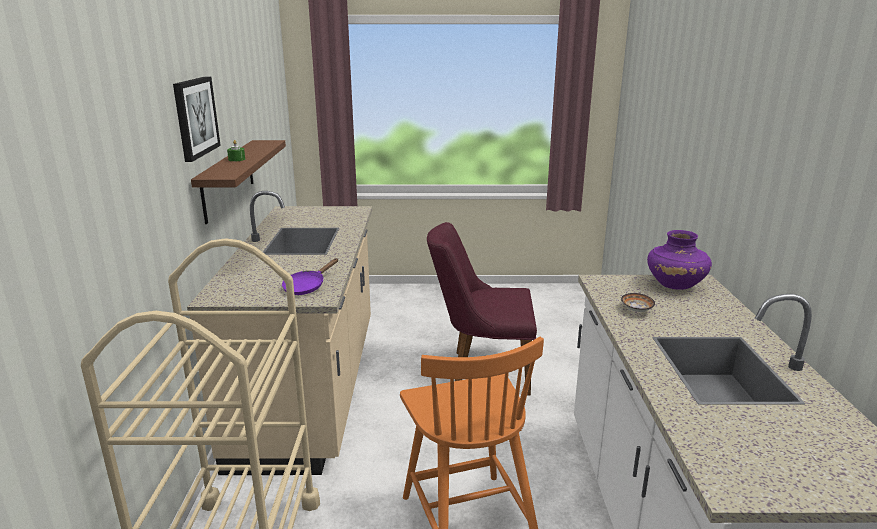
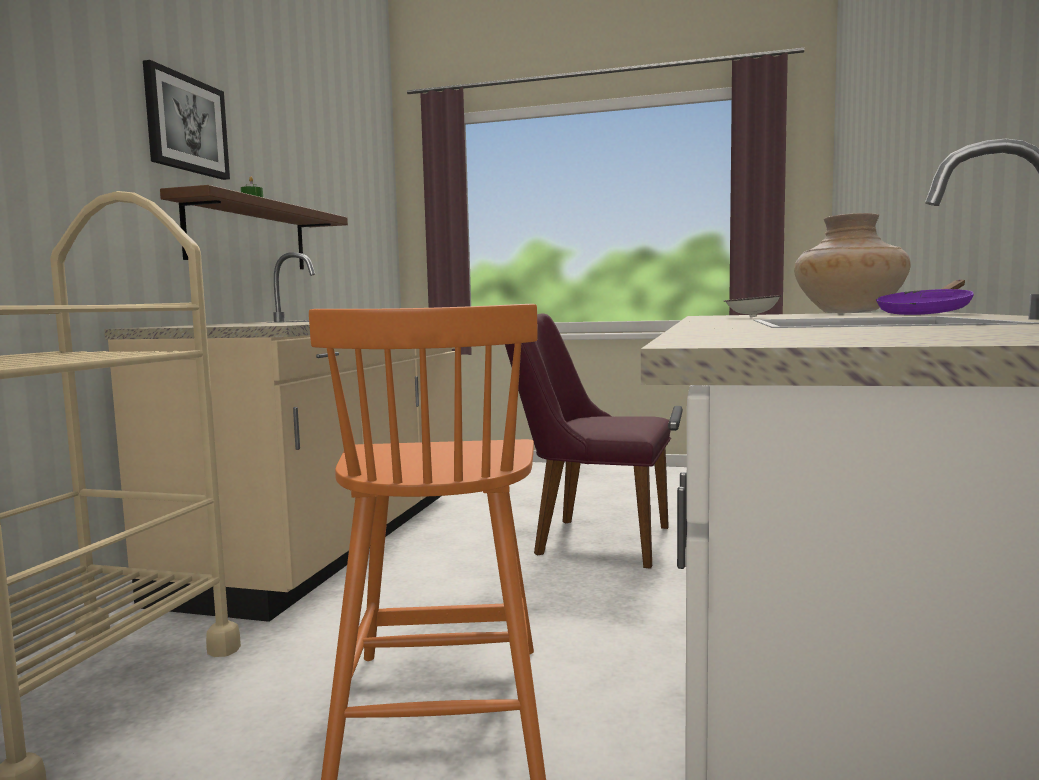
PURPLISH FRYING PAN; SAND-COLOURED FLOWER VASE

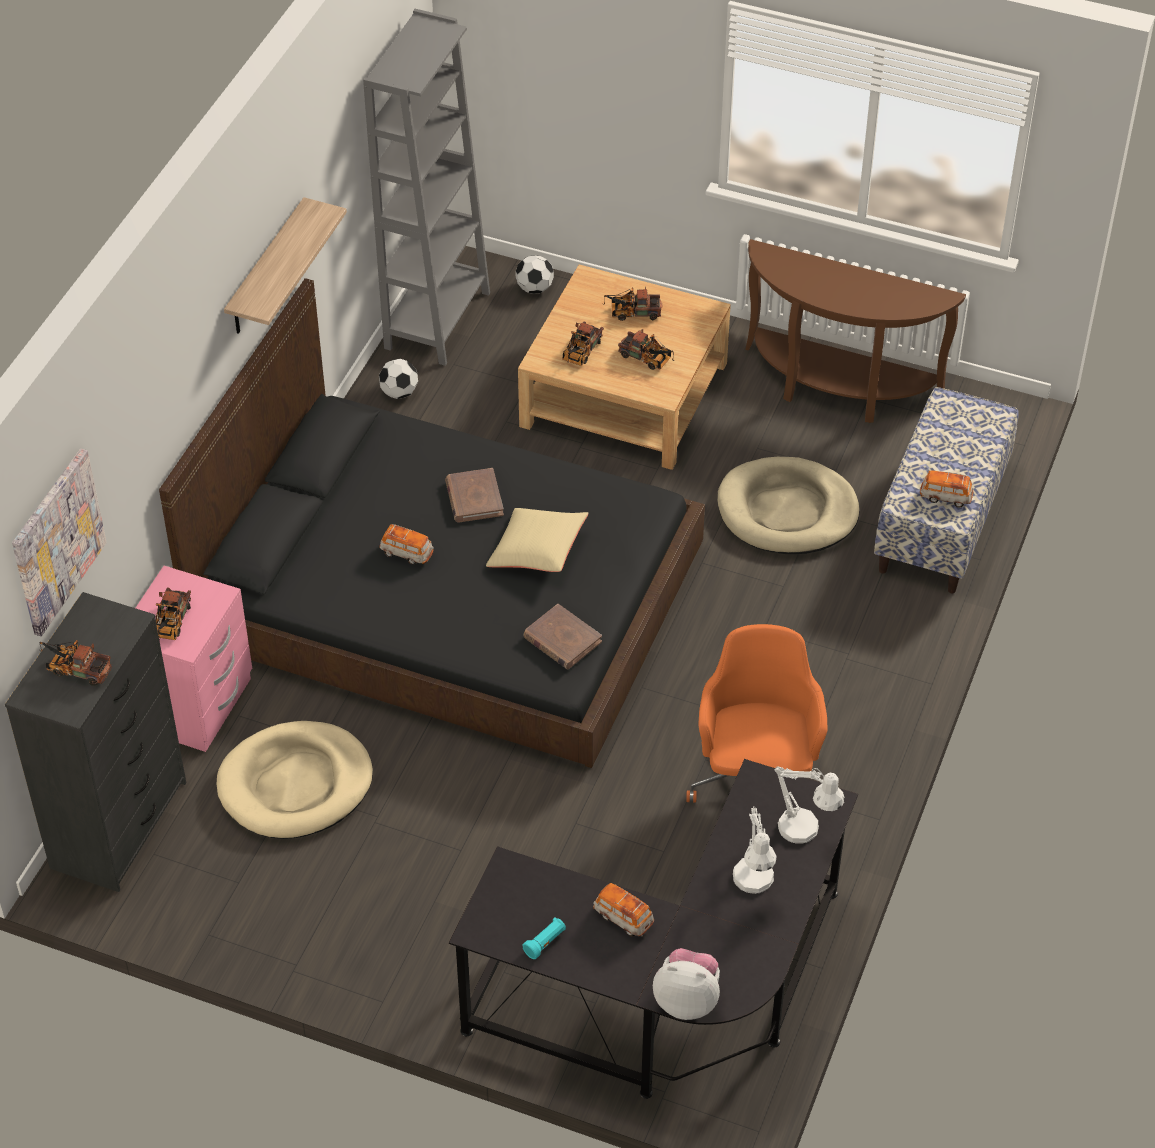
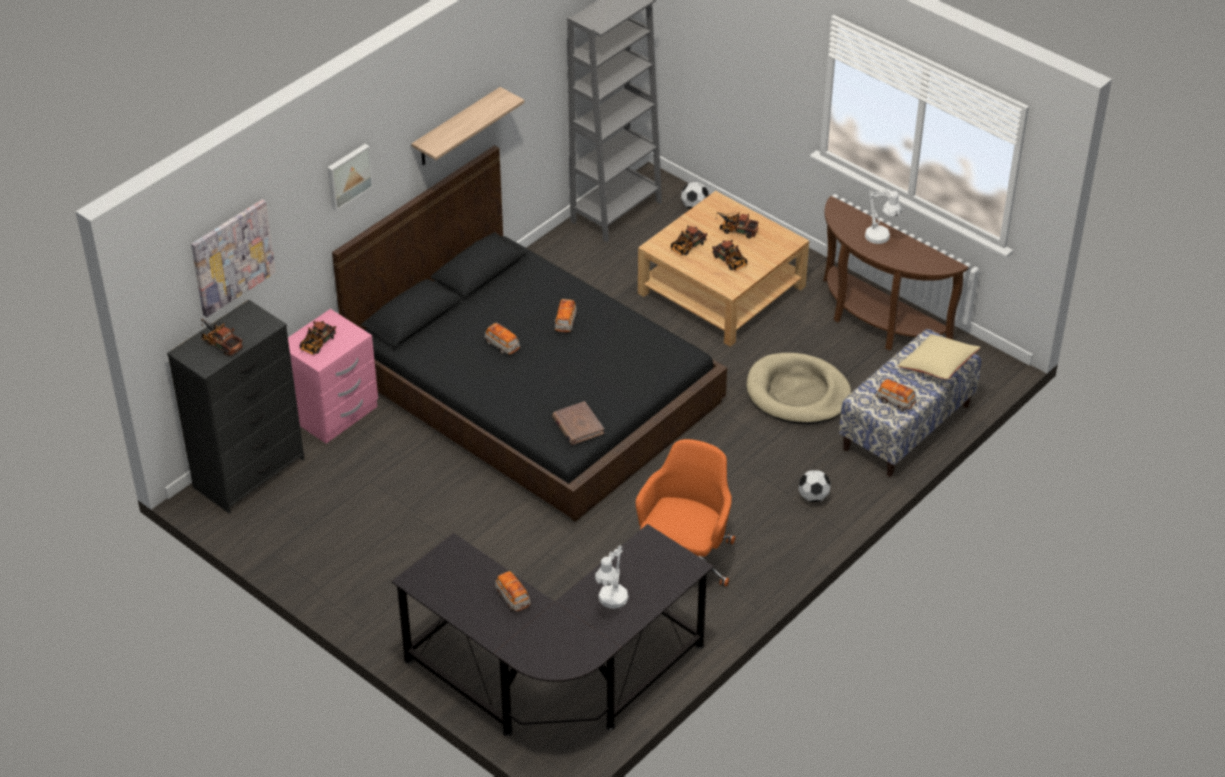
SAND-COLOURED DOG CUSHION (1st from left in the first image); FOOTBALL (2nd from left); MINIATURE CAR (3rd from left); SAND-COLOURED THROW PILLOW; TURQUOISE HAND TORCH; CUDDLY TOY; WHITE LAMP FOR A TABLE (2nd from left); WALL PICTURE (2nd from left)

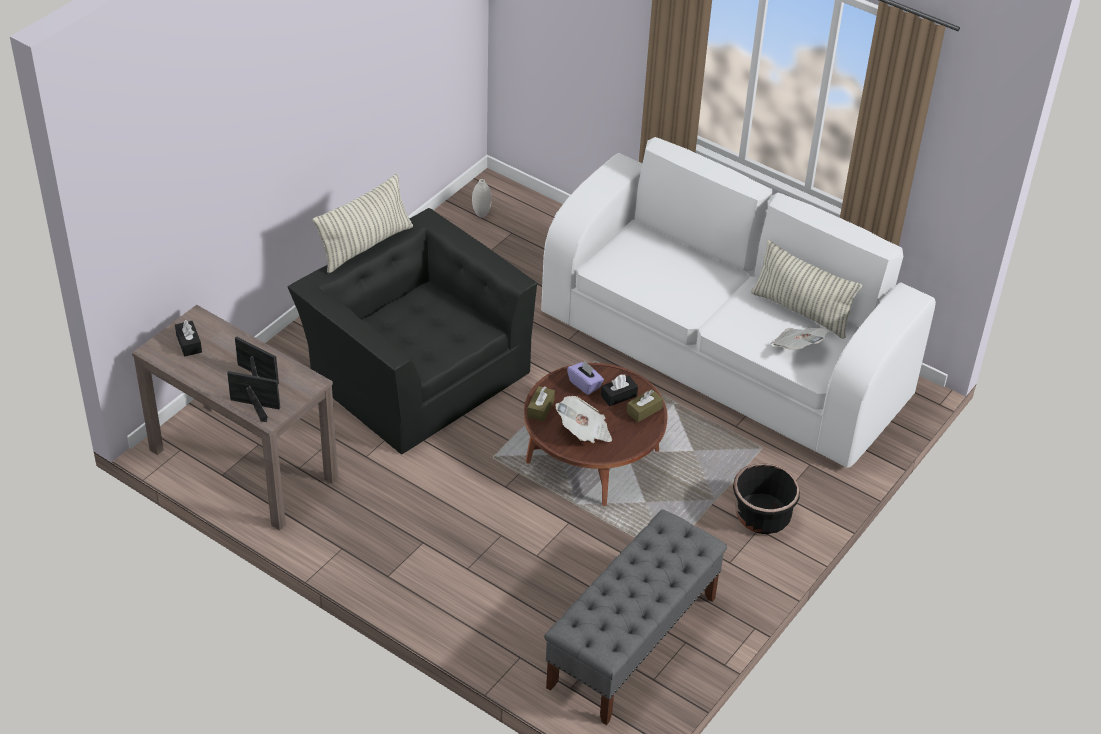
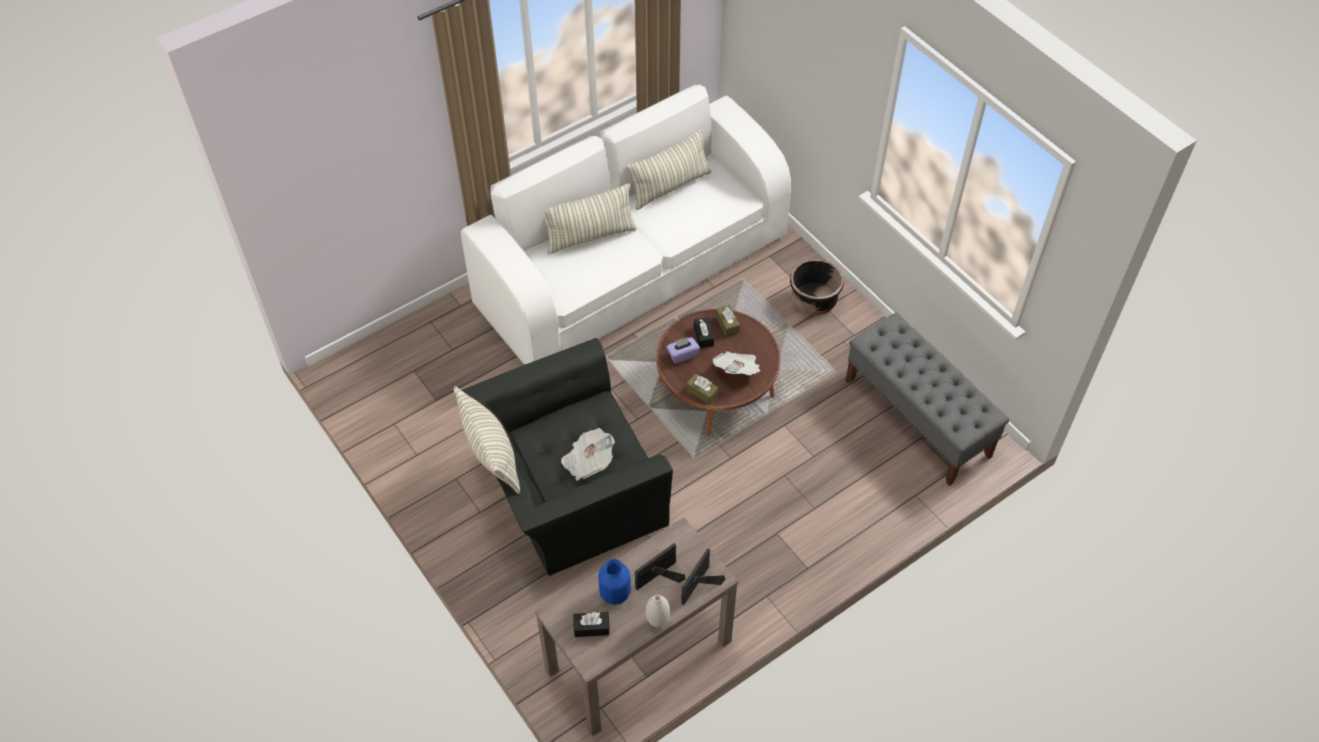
WHITE FLOWER VASE; DAILY PAPER (1st from left); THROW PILLOW (2nd from left); BLUE-COLOURED FLOWER VASE

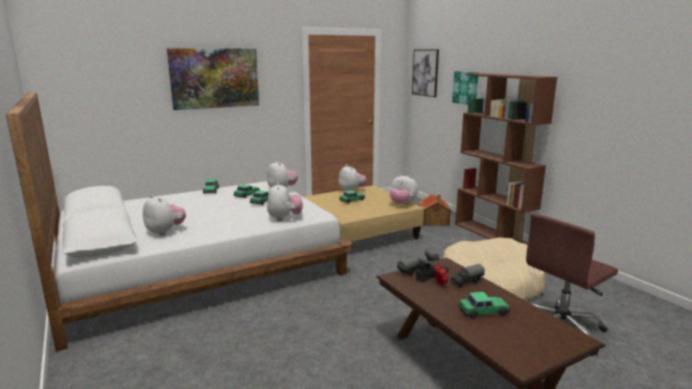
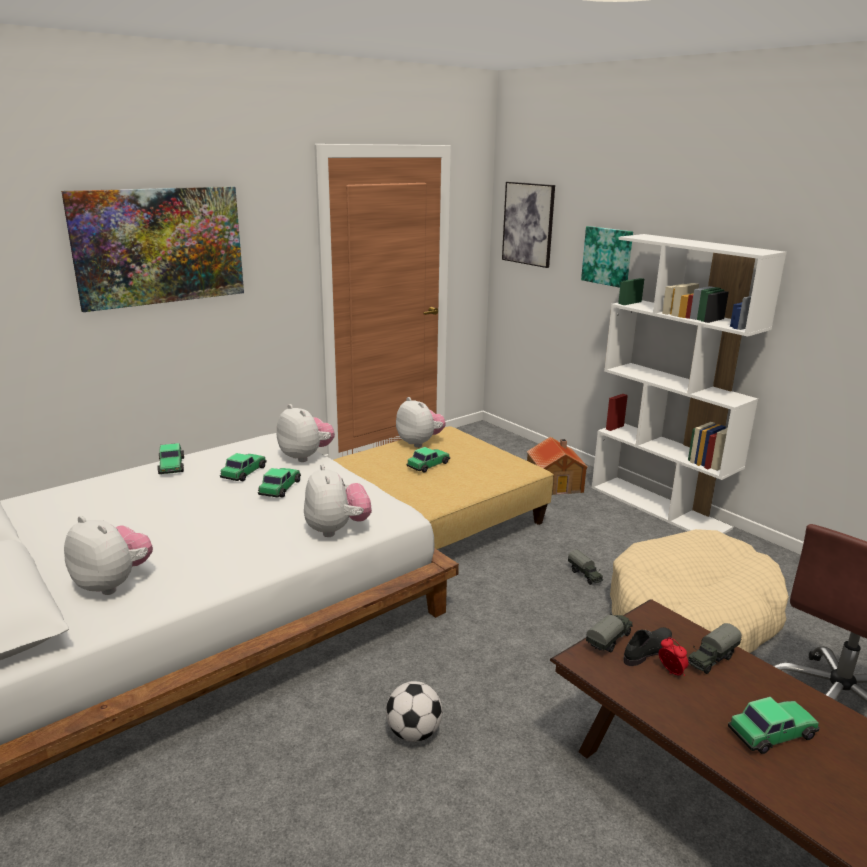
CUDDLY TOY (5th from left in the first image); WHITE SHELVING UNIT; FOOTBALL

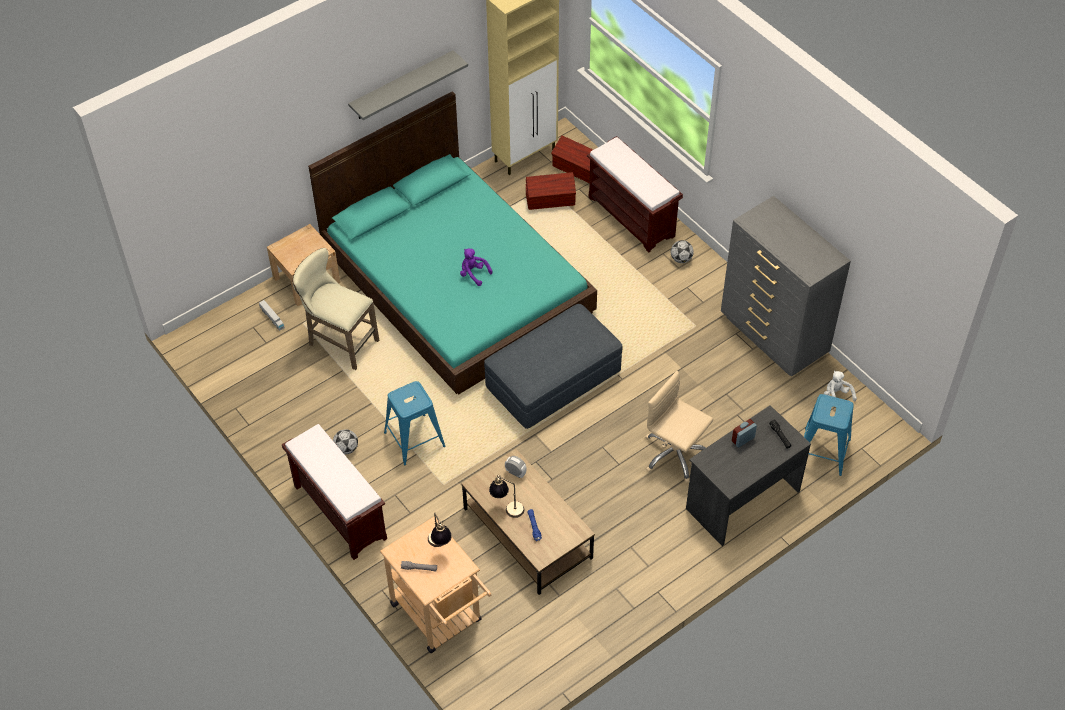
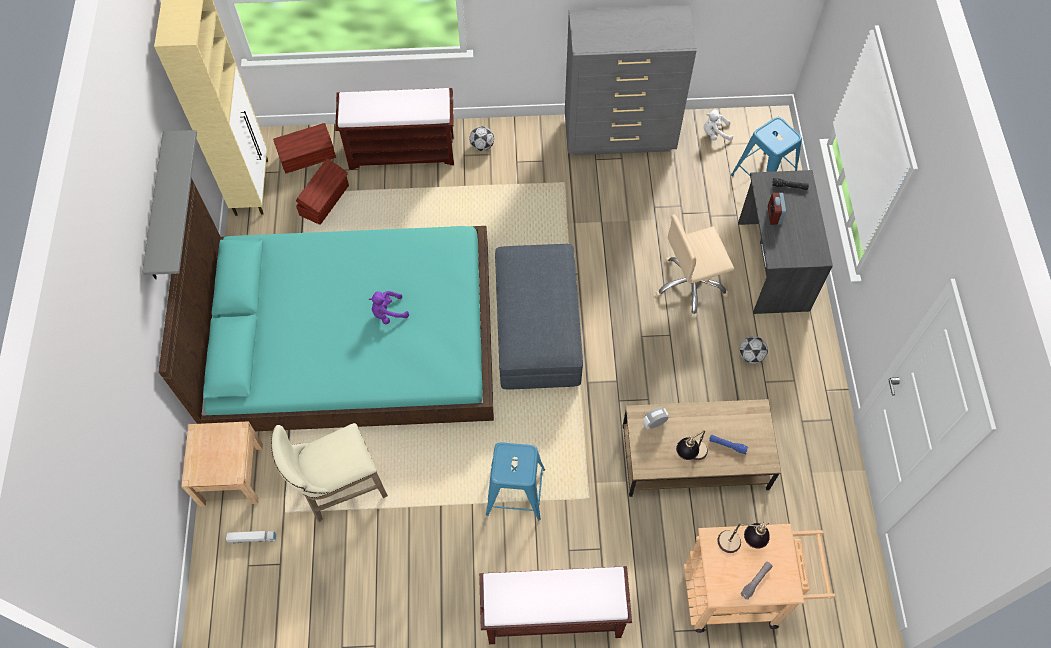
FOOTBALL (2nd from left)

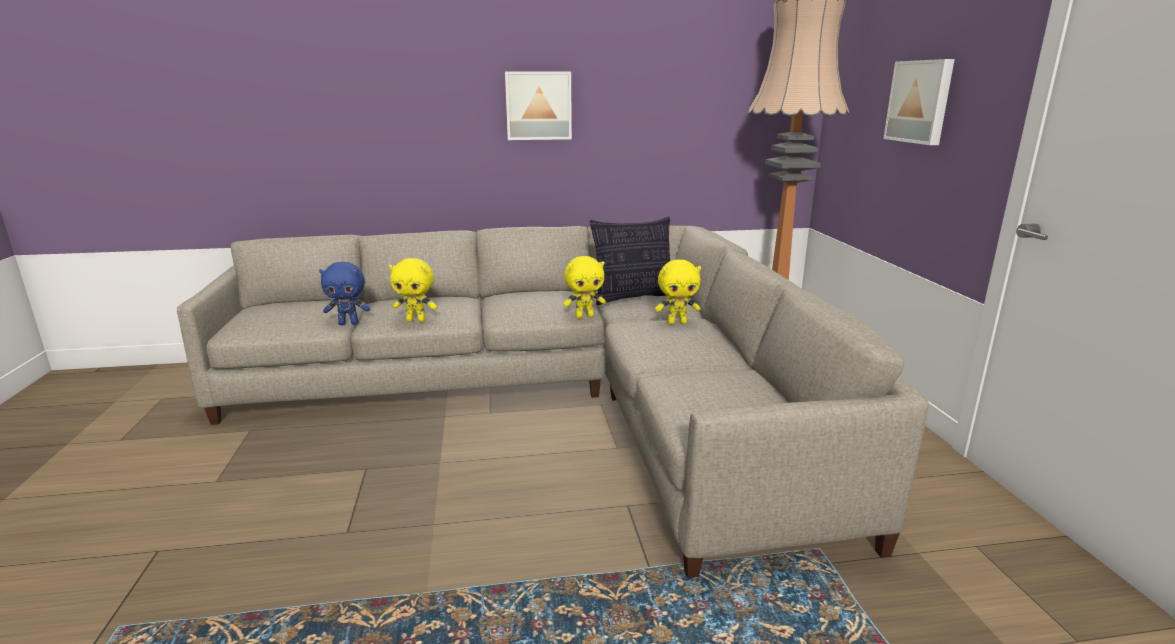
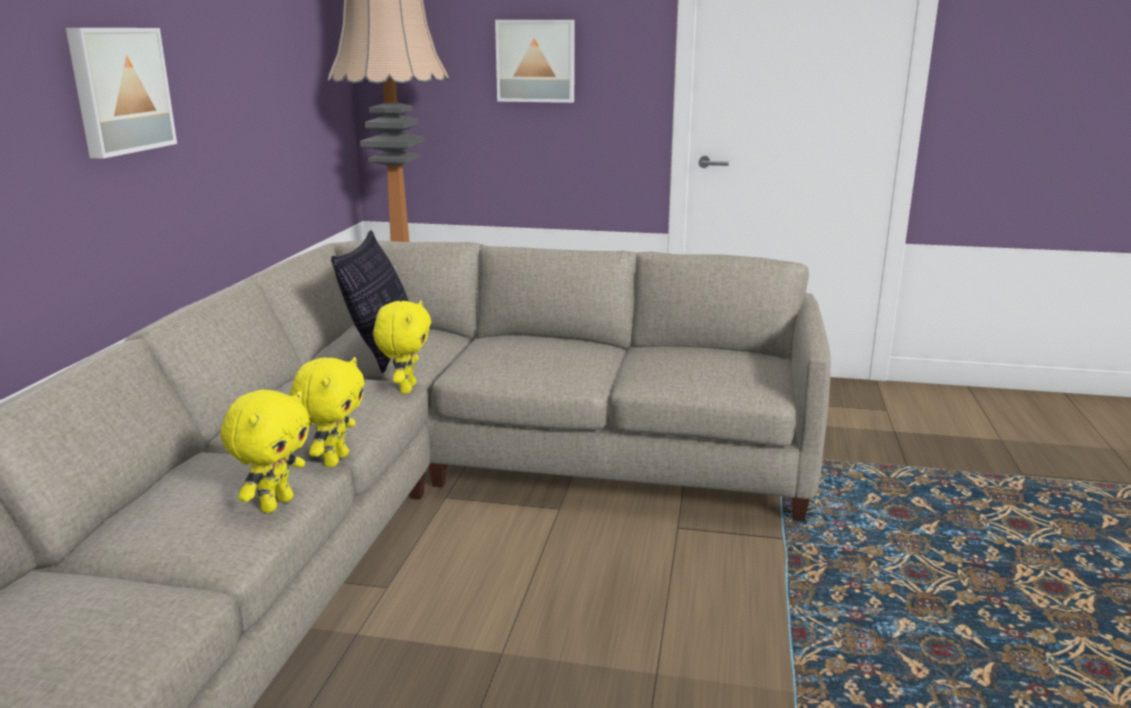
BLUE-COLOURED CUDDLY TOY; YELLOW CUDDLY TOY (2nd from left)

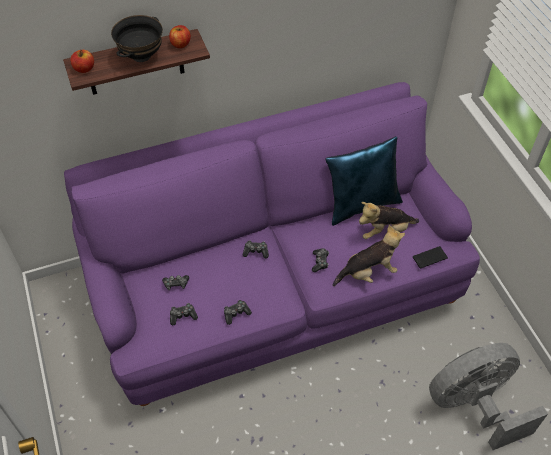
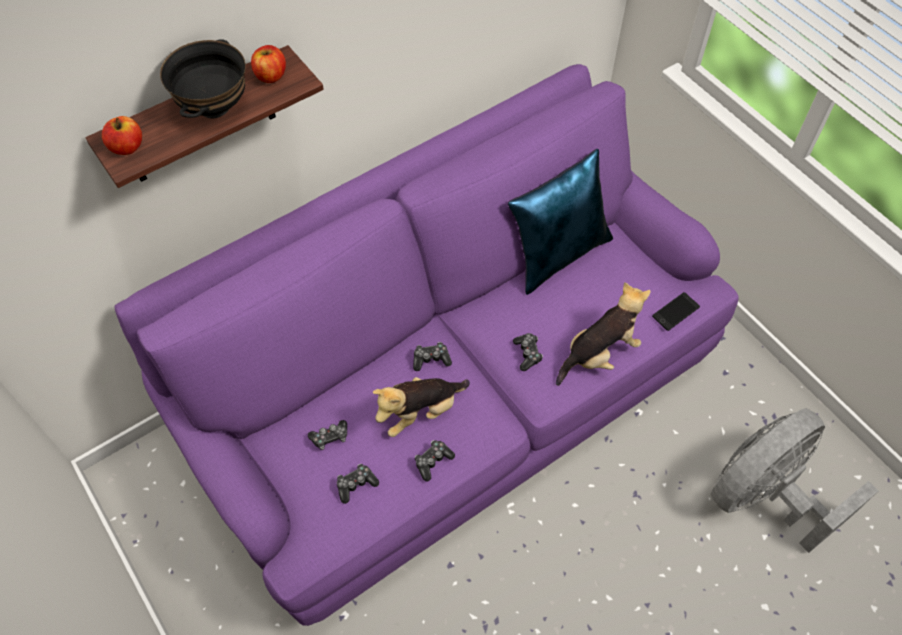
CUDDLY TOY (1st from left)

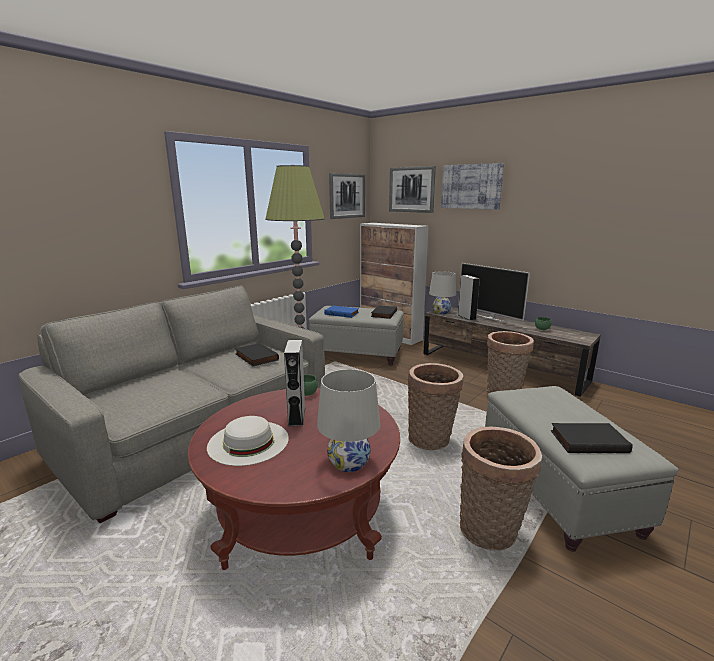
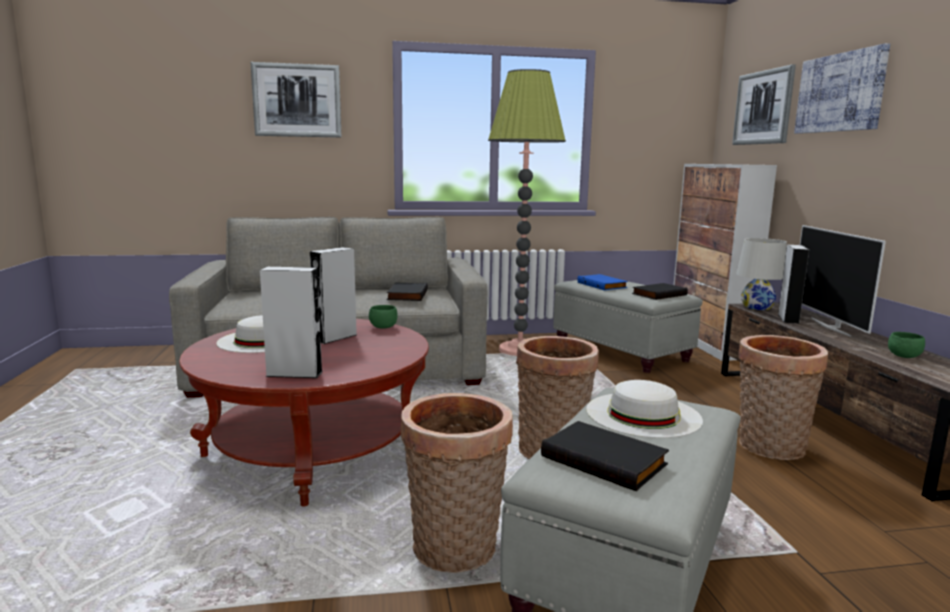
GREY SPEAKER (1st from left); WALL PICTURE (1st from left); WHITE WEARABLE HAT (2nd from left)

